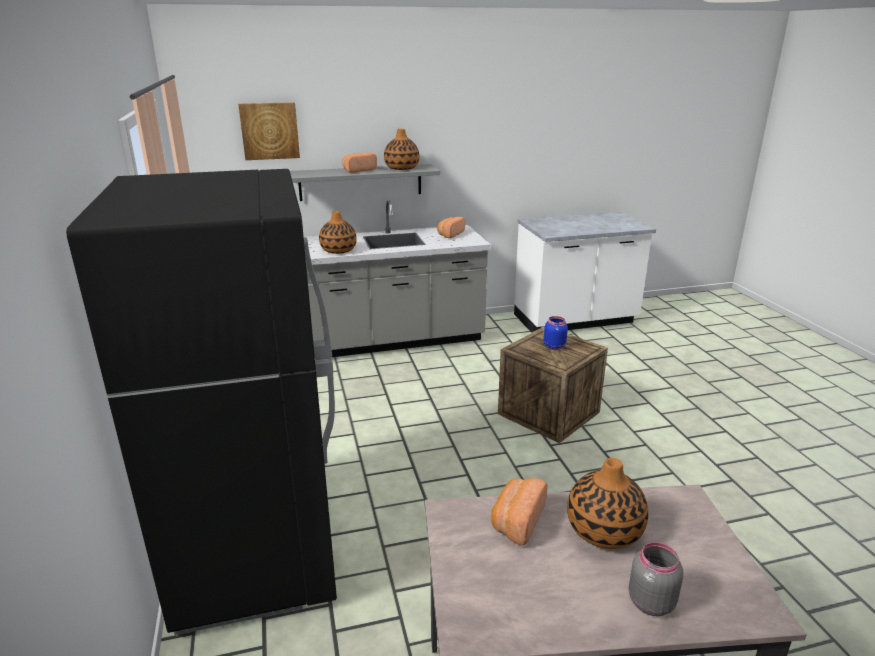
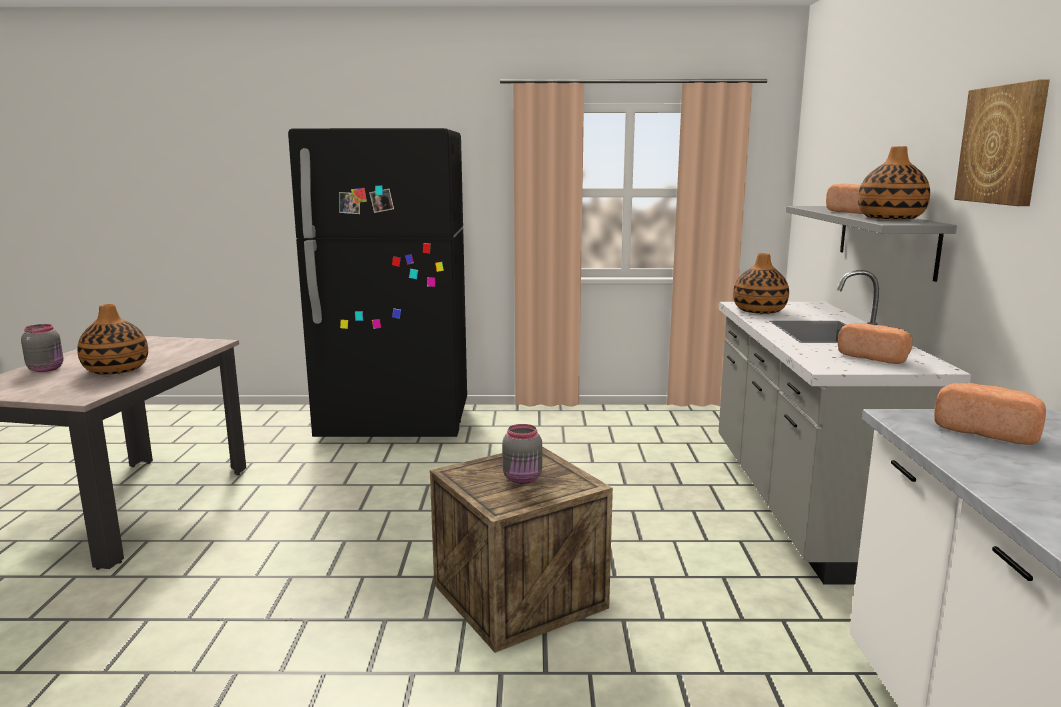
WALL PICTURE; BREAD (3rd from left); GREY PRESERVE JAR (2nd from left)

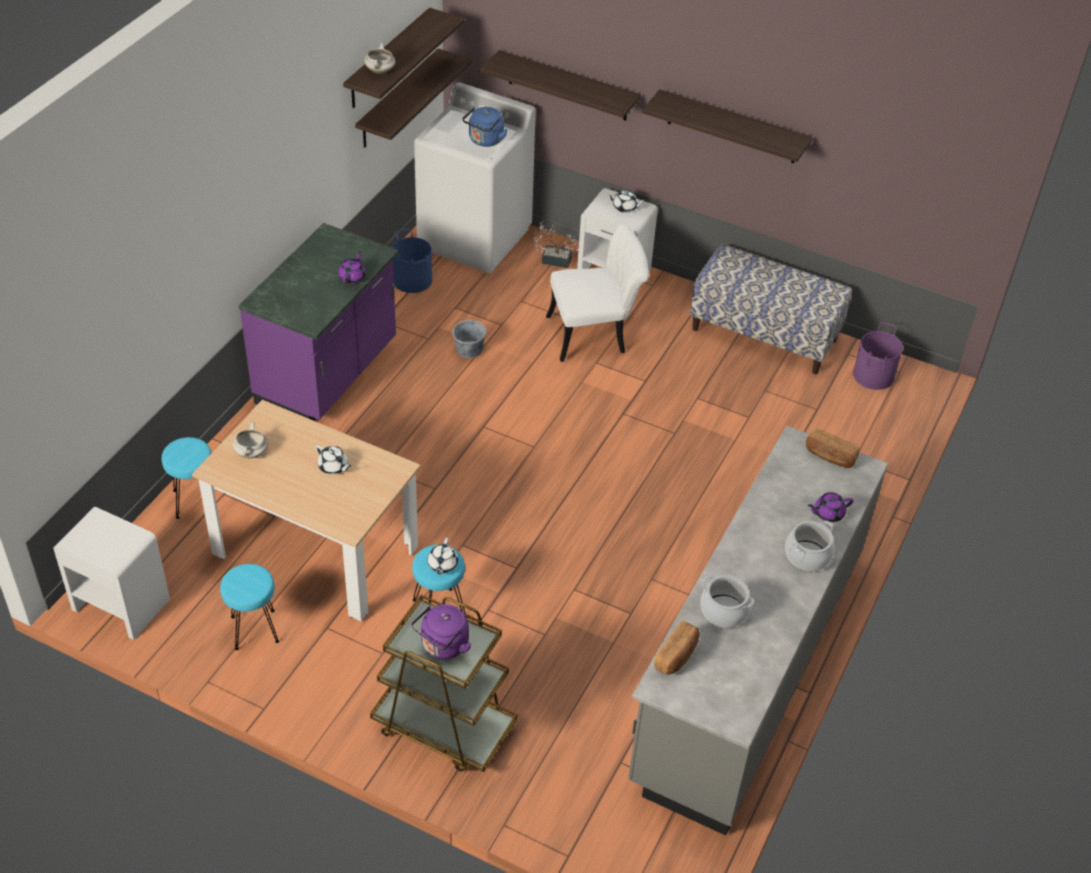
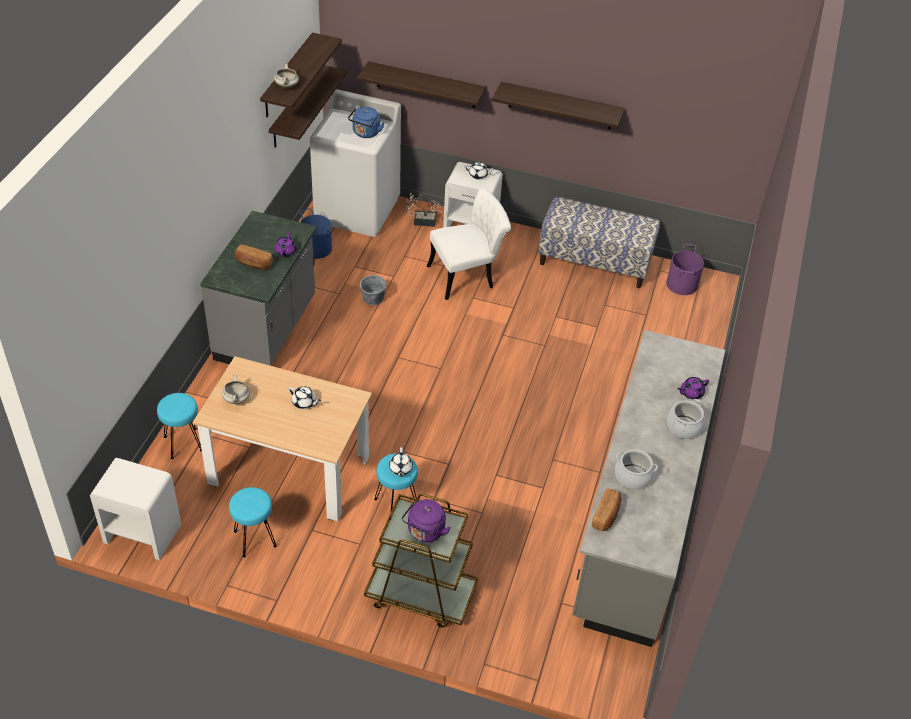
GREY KITCHEN COUNTER (1st from left); BREAD (1st from left)

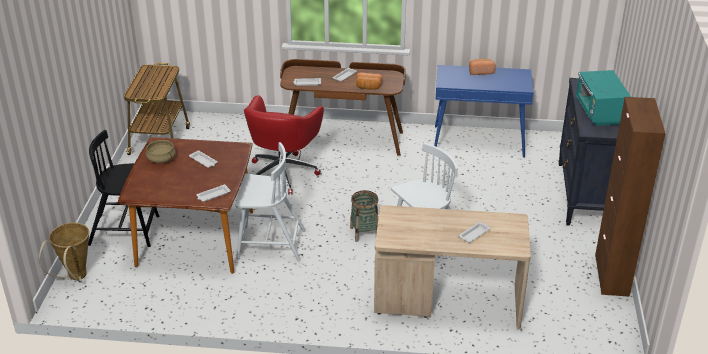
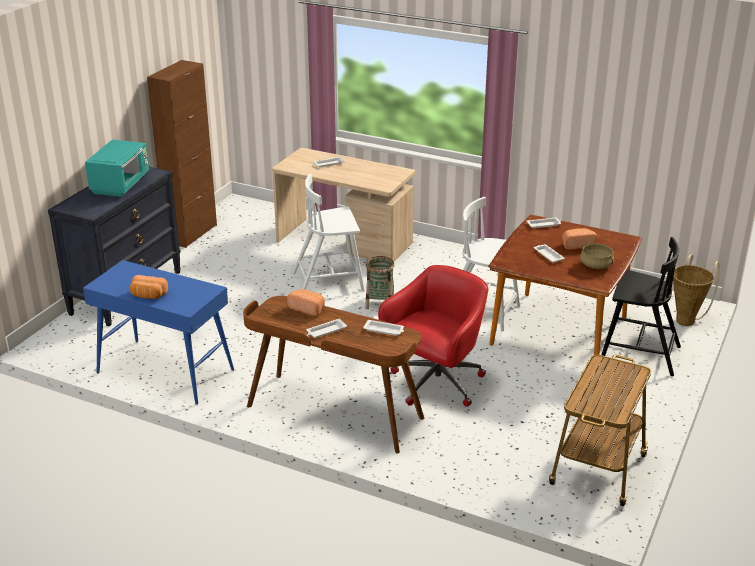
BREAD (3rd from left)

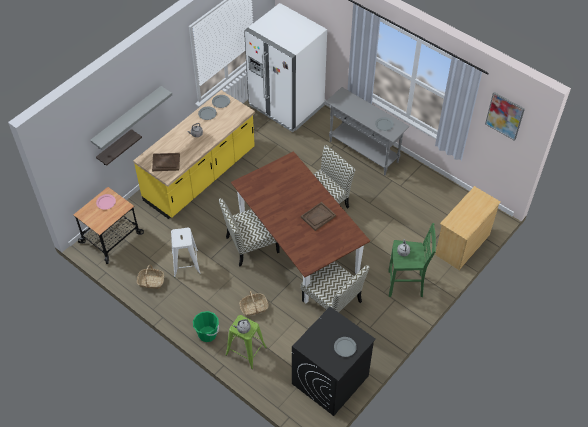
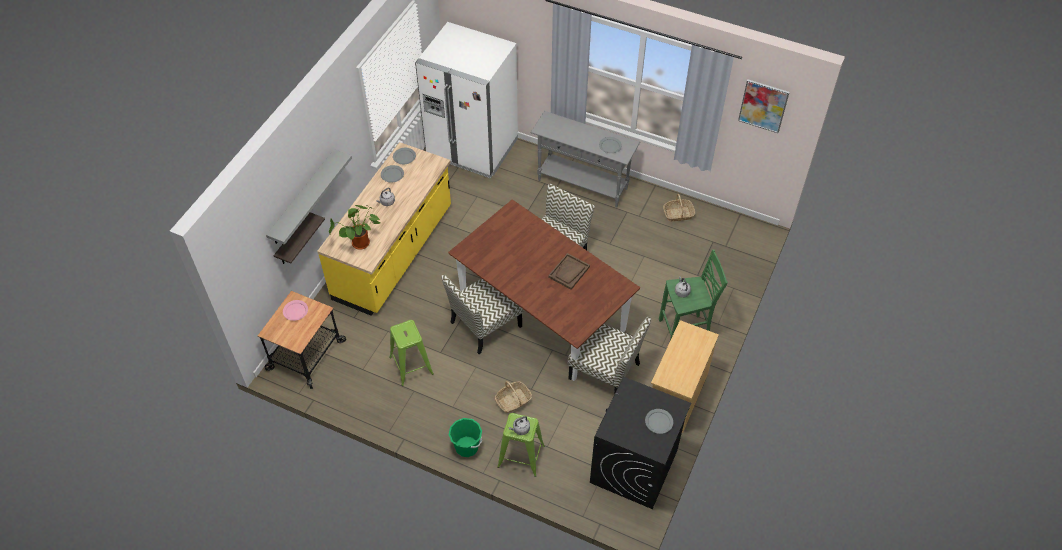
BASKET (2nd from left); HOUSEPLANT; GREEN STOOL (1st from left); SAND-COLOURED DRESSER

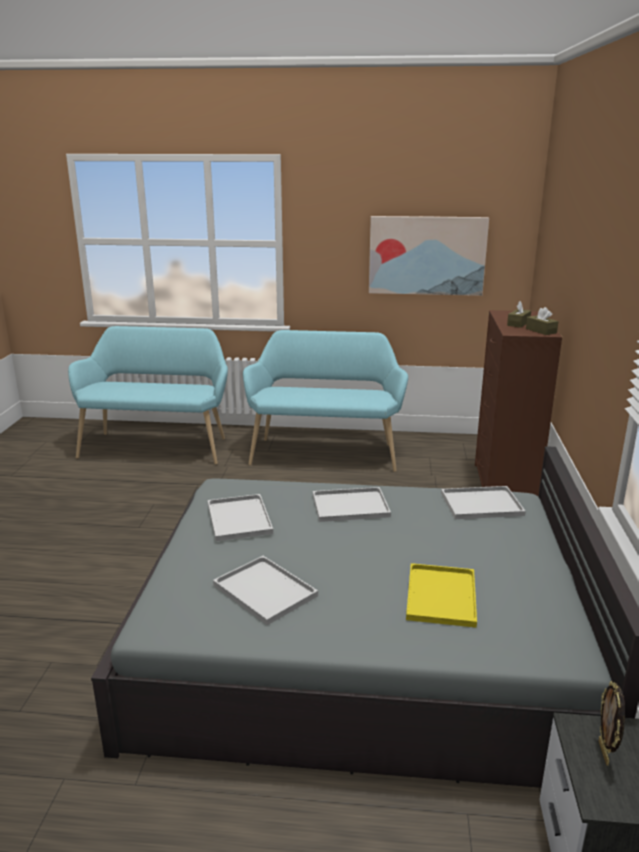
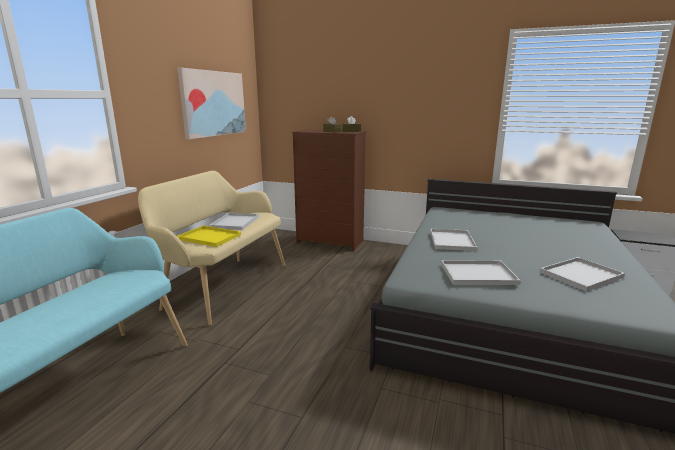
SAND-COLOURED INDOOR BENCH; YELLOW TRAY; WHITE TRAY (1st from left); PICTURE FRAME

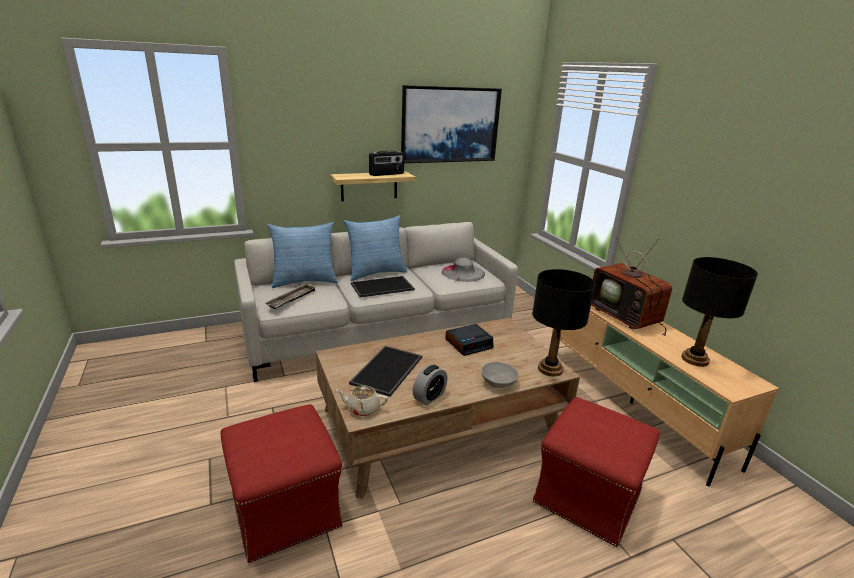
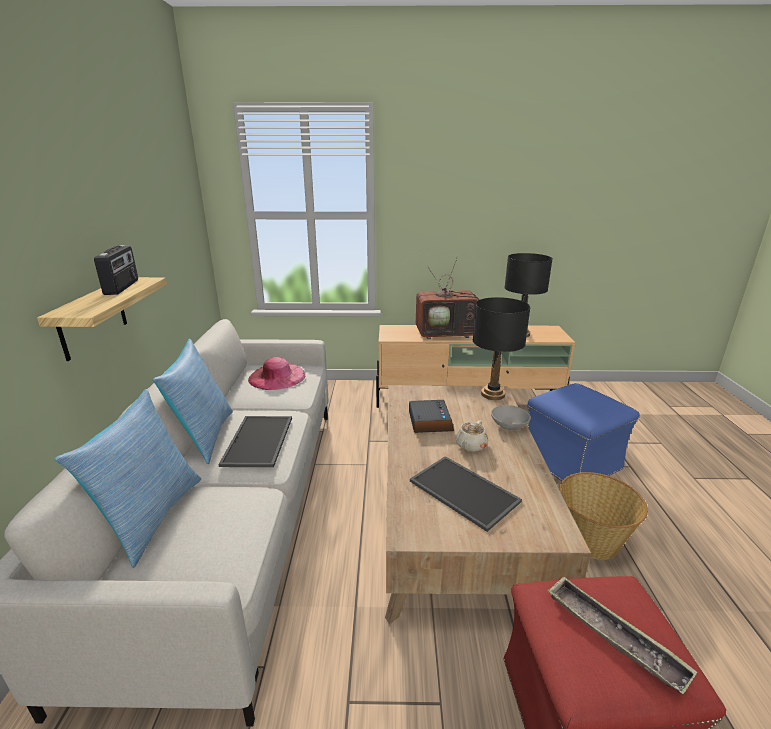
TRAY (3rd from left); SAND-COLOURED TEAPOT; WALL PICTURE; BEDSIDE CLOCK (1st from left in the first image); PINKISH WEARABLE HAT; BLUE-COLOURED OTTOMAN; BASKET

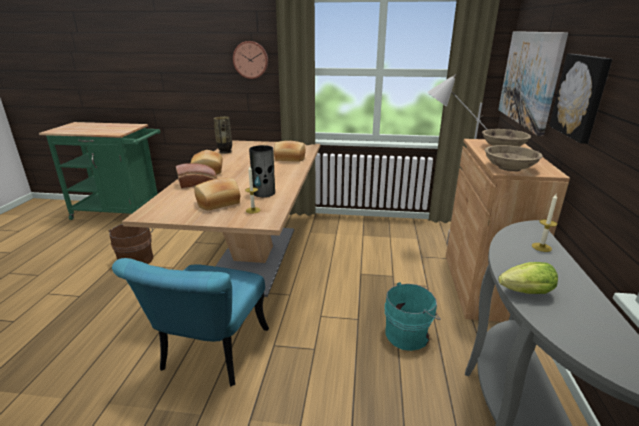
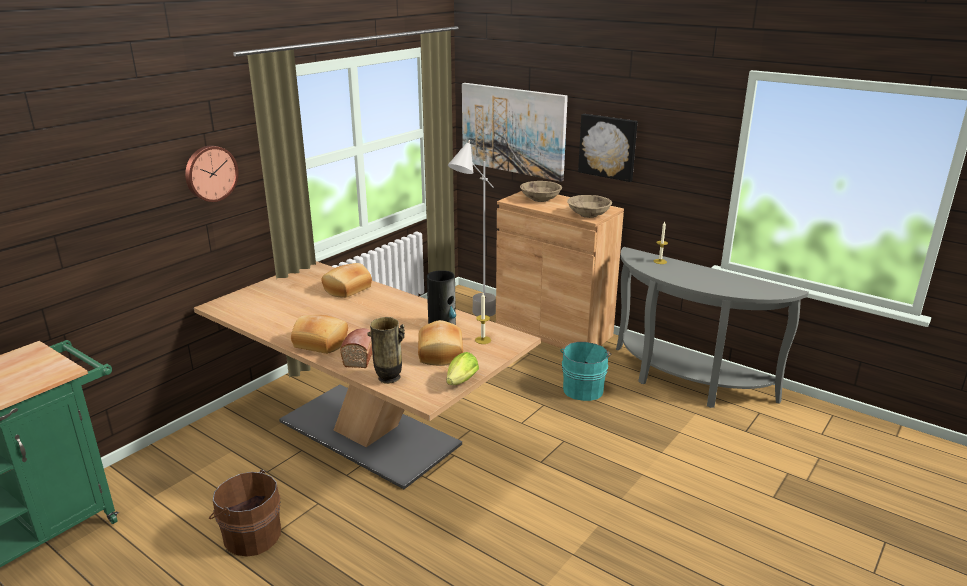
TURQUOISE UPRIGHT CHAIR; FLOWER VASE (1st from left); LETTUCE

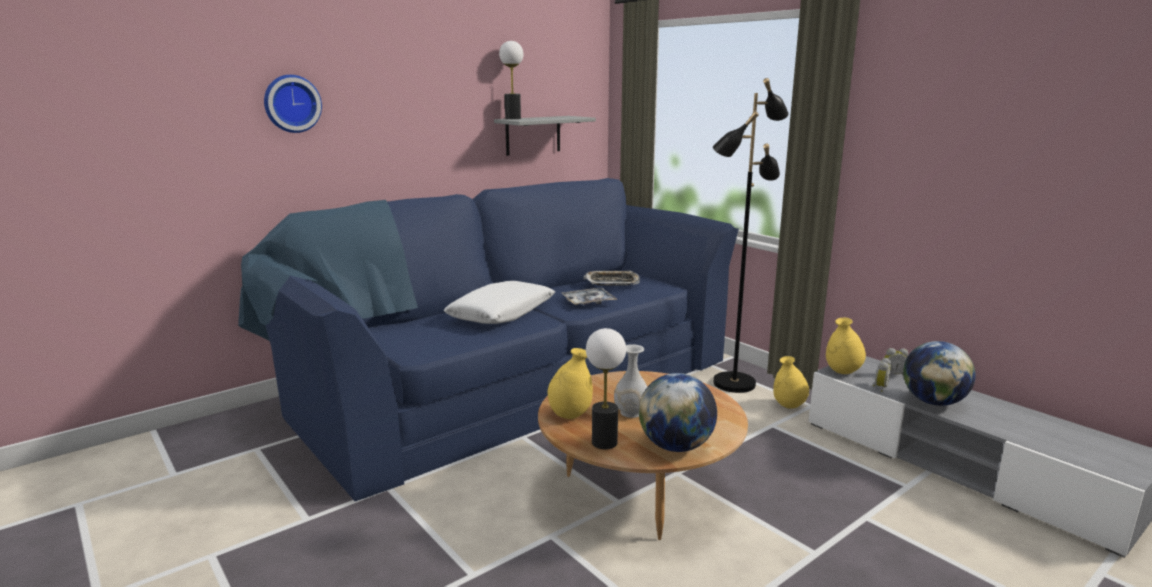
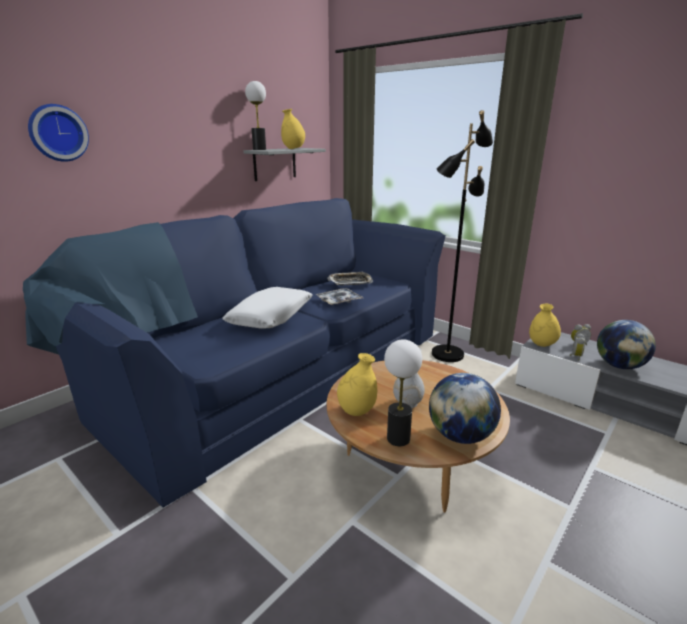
YELLOW FLOWER VASE (1st from left)

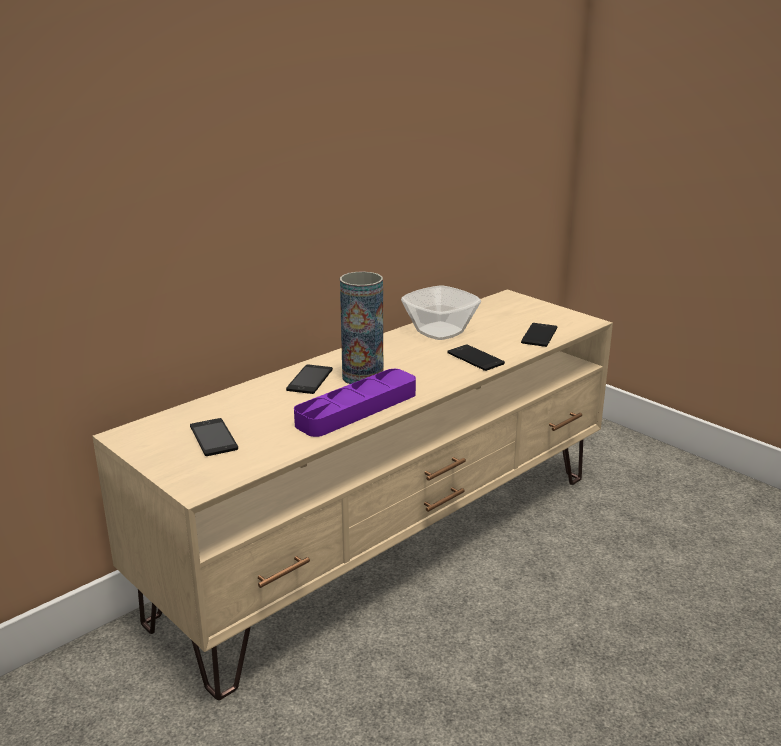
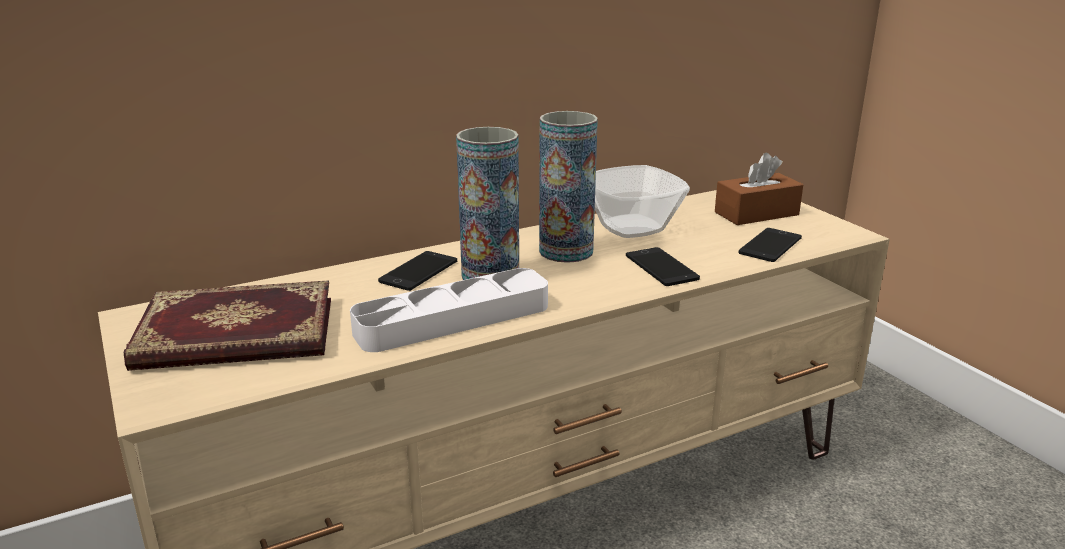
VOLUME; WHITE TRAY; FLOWER VASE (2nd from left); BROWN-COLOURED TISSUE HOLDER

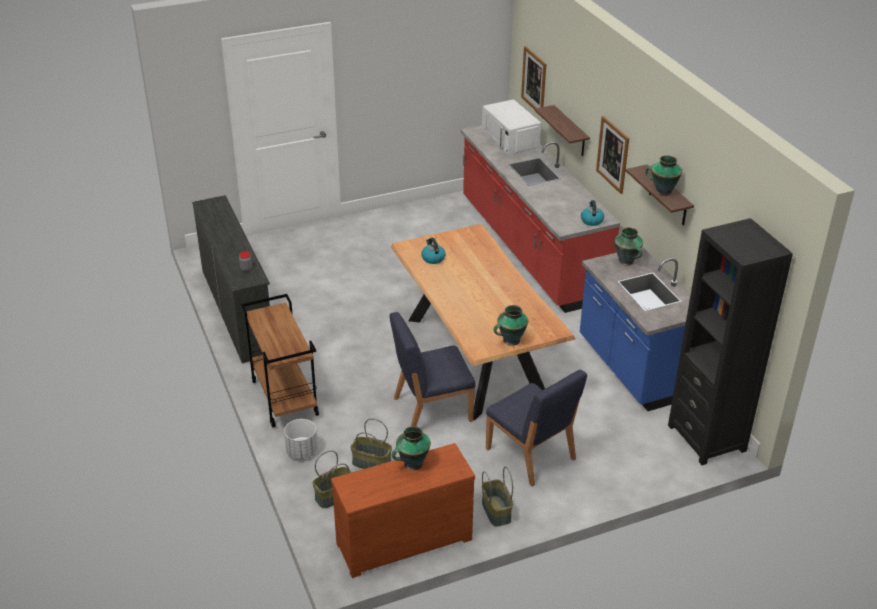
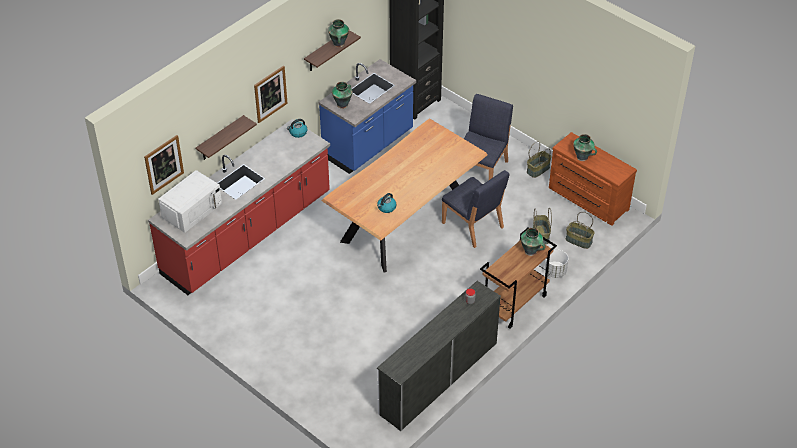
FLOWER VASE (3rd from left)

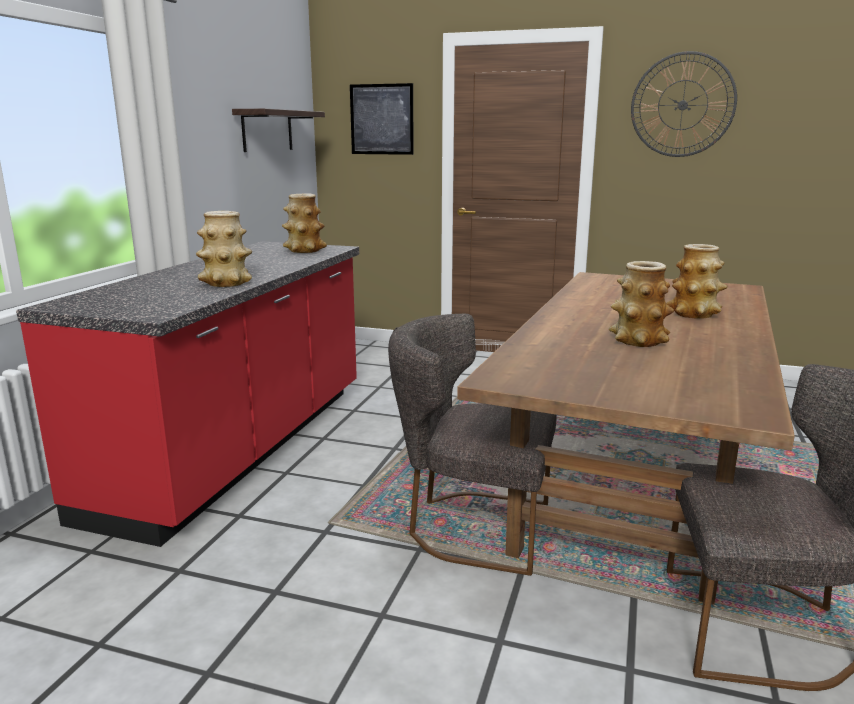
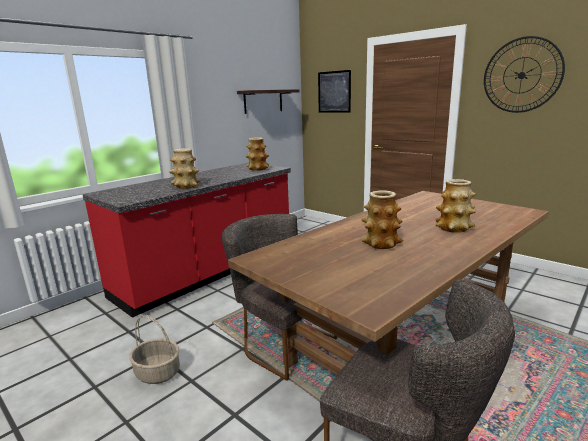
BASKET

